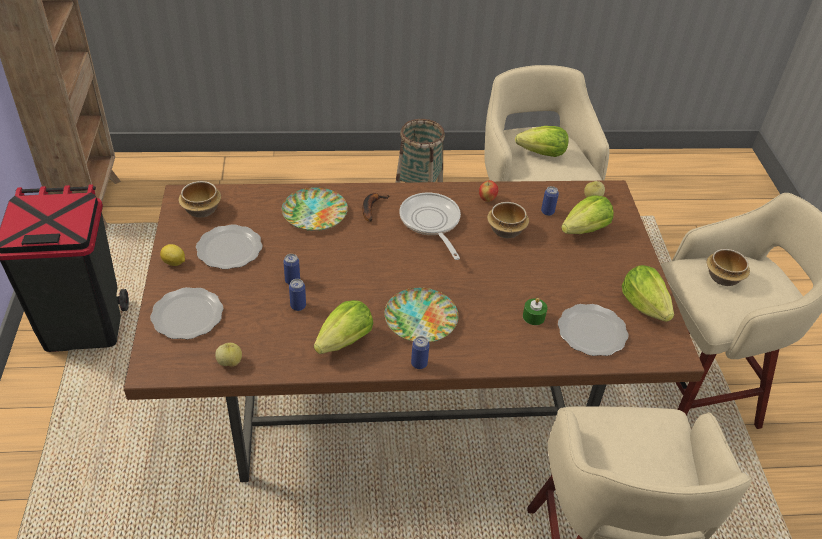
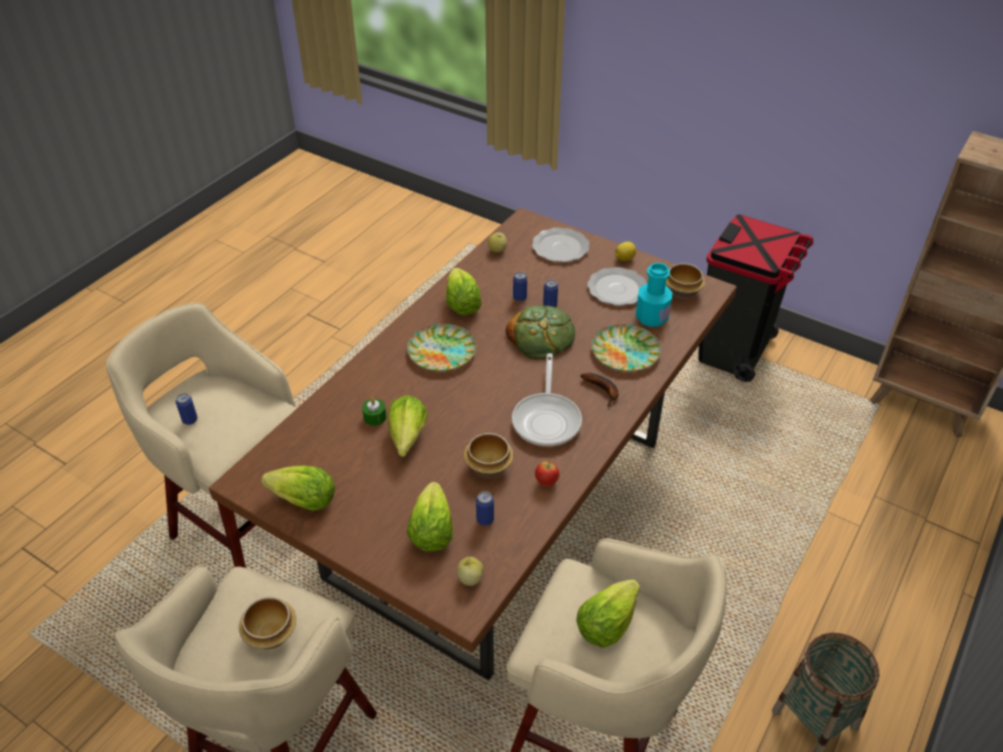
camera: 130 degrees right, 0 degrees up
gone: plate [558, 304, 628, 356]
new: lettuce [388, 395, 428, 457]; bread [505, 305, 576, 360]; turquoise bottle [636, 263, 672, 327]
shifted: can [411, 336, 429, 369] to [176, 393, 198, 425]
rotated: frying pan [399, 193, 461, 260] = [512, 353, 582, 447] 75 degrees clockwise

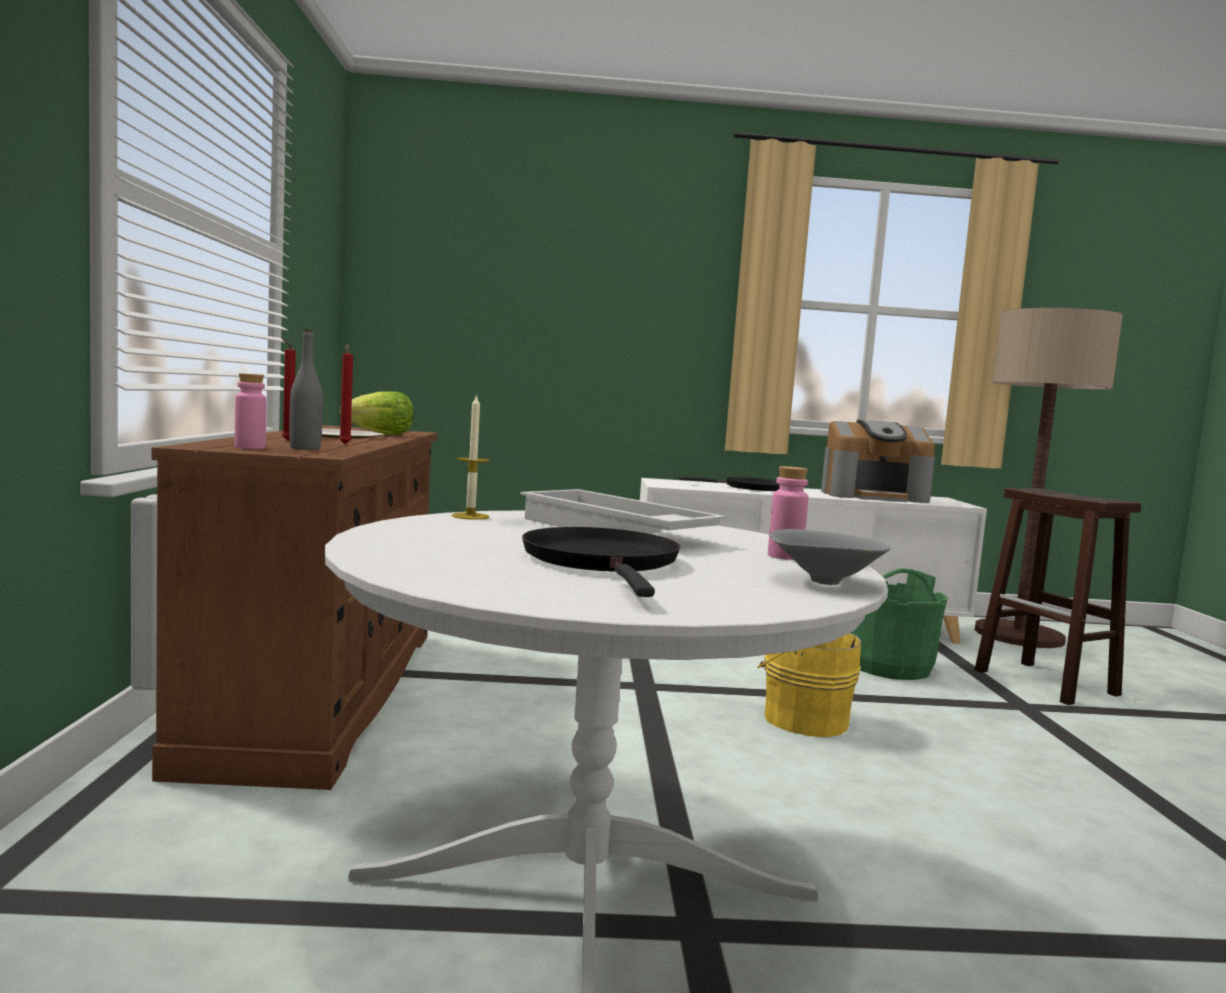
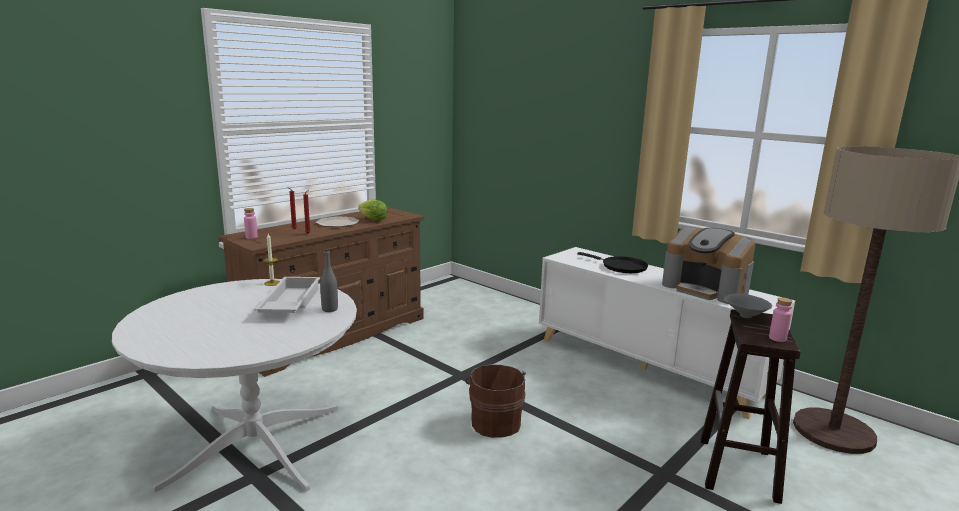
camera: 45 degrees right, 10 degrees up
gone: black frying pan [522, 527, 680, 597]; green bucket [851, 568, 948, 680]
shifted: grey bottle [289, 329, 323, 450] to [320, 249, 338, 312]; grey bowl [770, 529, 891, 585] to [724, 294, 772, 318]; pink bottle [768, 466, 808, 560] to [769, 297, 792, 342]
repainted: yellow bucket [757, 633, 861, 737] to brown bucket [466, 364, 526, 438]

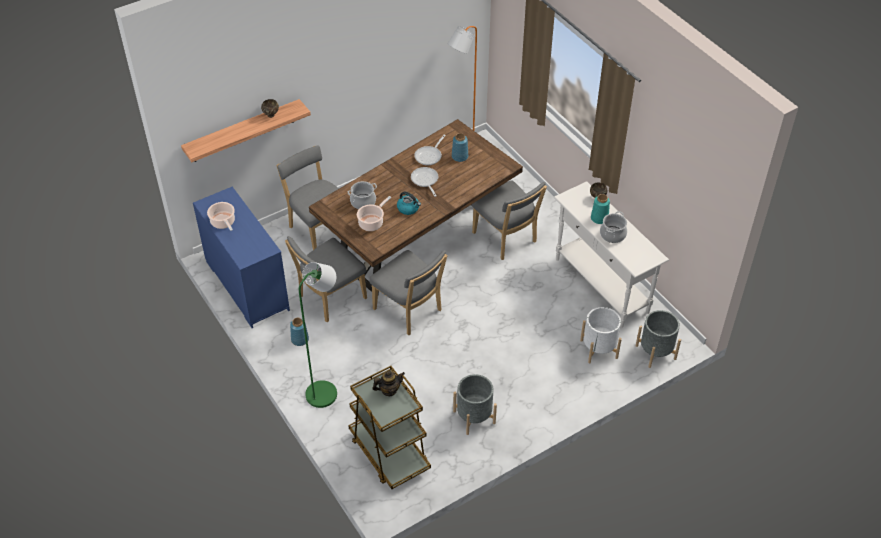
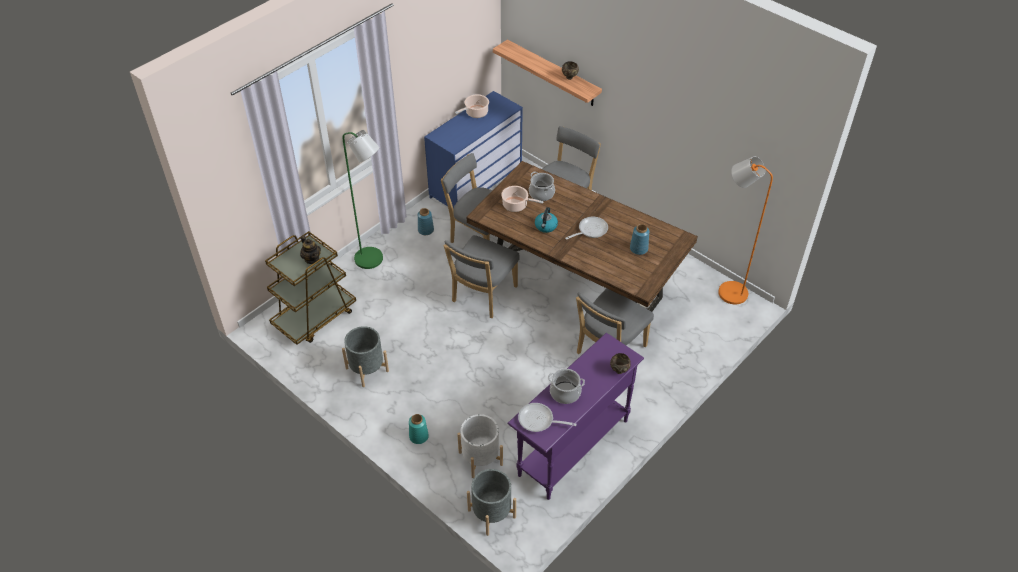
camera: 75 degrees right, 0 degrees up
shifted: turquoise vase [591, 194, 610, 224] to [409, 414, 429, 444]; frying pan [414, 135, 446, 165] to [518, 403, 577, 432]
repainted: white console table [554, 181, 669, 328] to purple console table [507, 333, 644, 500]

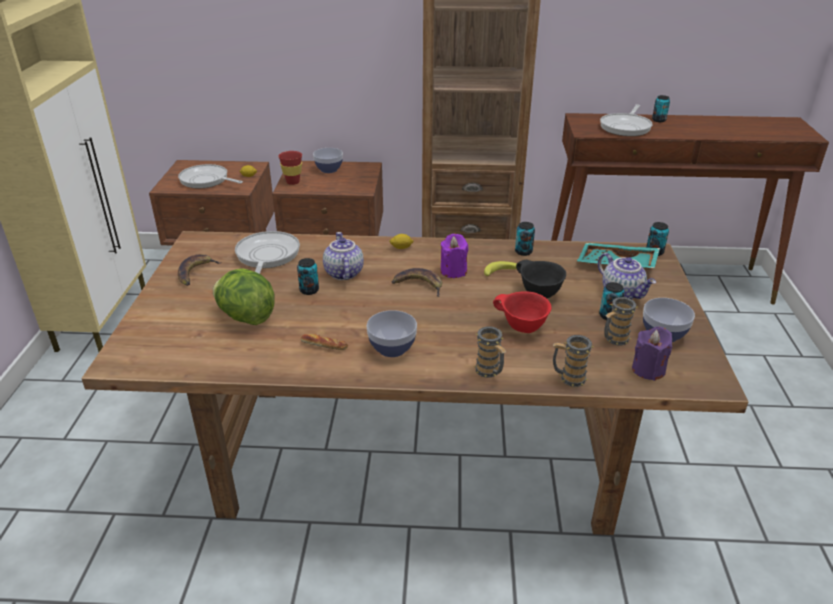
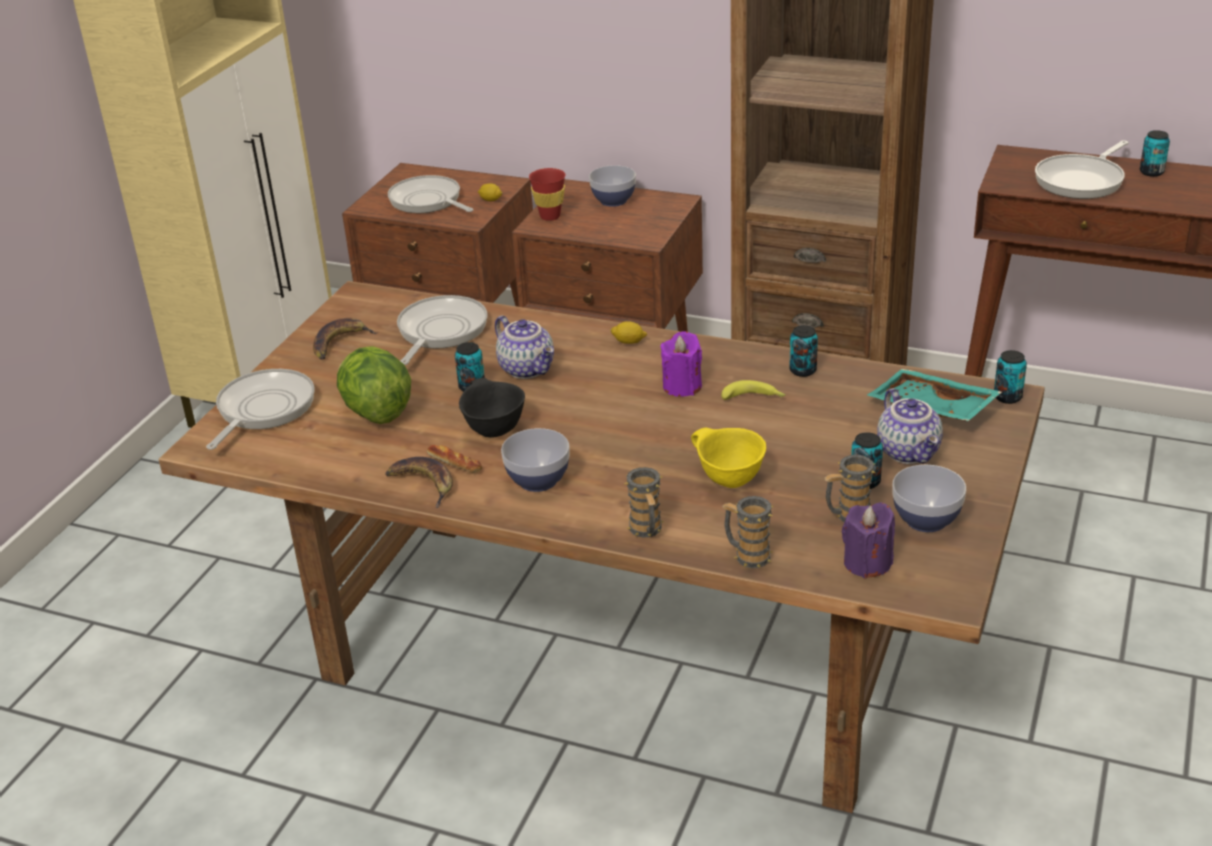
camera: 20 degrees right, 0 degrees up
new: frying pan [206, 369, 315, 450]
shifted: banana [392, 268, 442, 297] to [385, 457, 453, 508]; black bowl [516, 260, 566, 298] to [459, 378, 525, 438]
repainted: red bowl [493, 291, 551, 333] to yellow bowl [691, 427, 766, 488]
rotated: teapot [323, 232, 364, 280] = [495, 316, 554, 379] 135 degrees clockwise

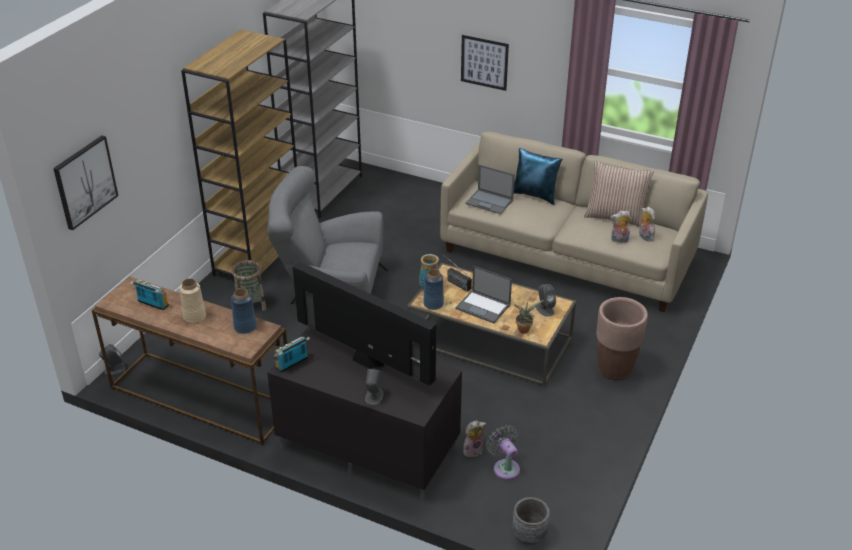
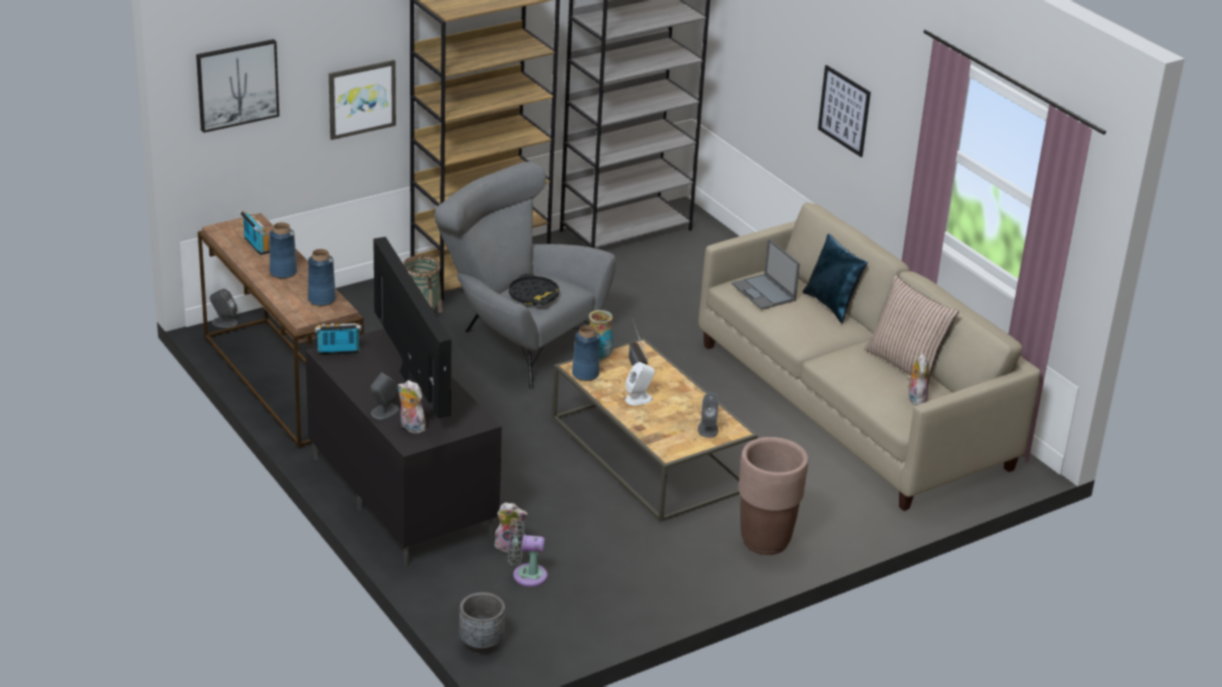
camera: 30 degrees right, 5 degrees down
gone: potted plant [514, 300, 544, 334]
new: picture [329, 60, 396, 140]; black tray [509, 274, 559, 305]
shifted: plush toy [611, 211, 631, 243] to [397, 380, 427, 434]
swapped: laptop [456, 266, 512, 324] to white speaker [625, 362, 655, 405]
repainted: beige vase [179, 278, 206, 324] to blue vase [269, 222, 297, 278]
rotated: grey fan [486, 425, 520, 480] = [508, 519, 548, 587] 90 degrees counterclockwise

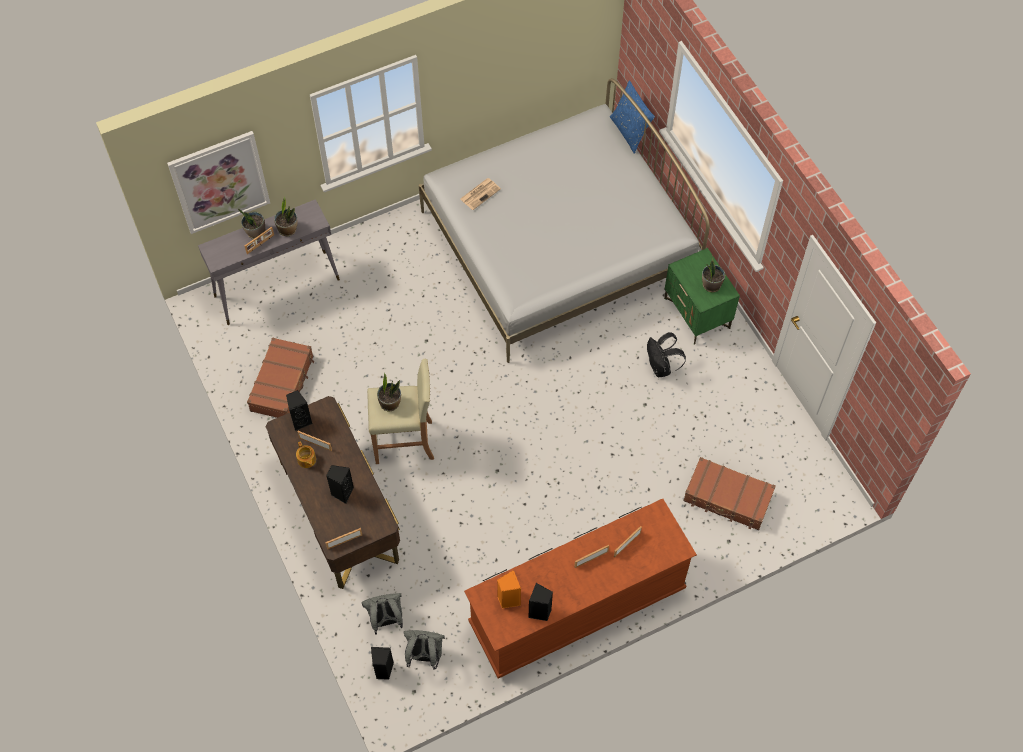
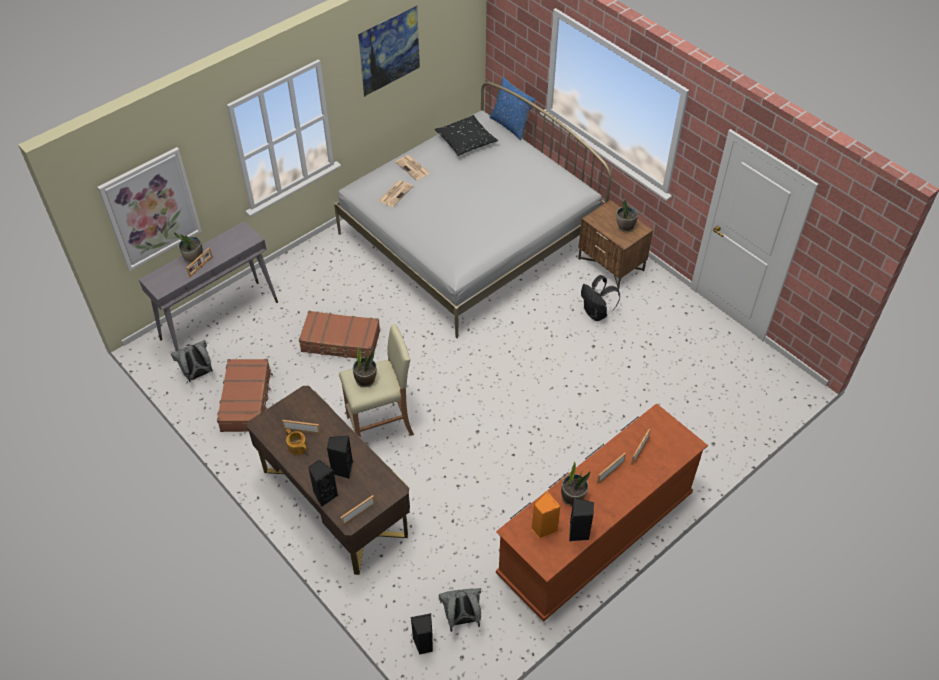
camera: 15 degrees left, 10 degrees down
new: picture [358, 6, 420, 97]; newspaper [395, 155, 430, 180]; black pillow [434, 115, 498, 156]
shifted: grey backpack [362, 593, 403, 635] to [171, 340, 213, 382]; brown suitcase [683, 457, 776, 530] to [299, 311, 380, 358]; black speaker [286, 390, 313, 431] to [308, 460, 338, 507]; potted plant [274, 196, 297, 236] to [561, 461, 590, 506]
repainted: green nightstand [664, 248, 740, 345] to brown nightstand [578, 200, 653, 289]

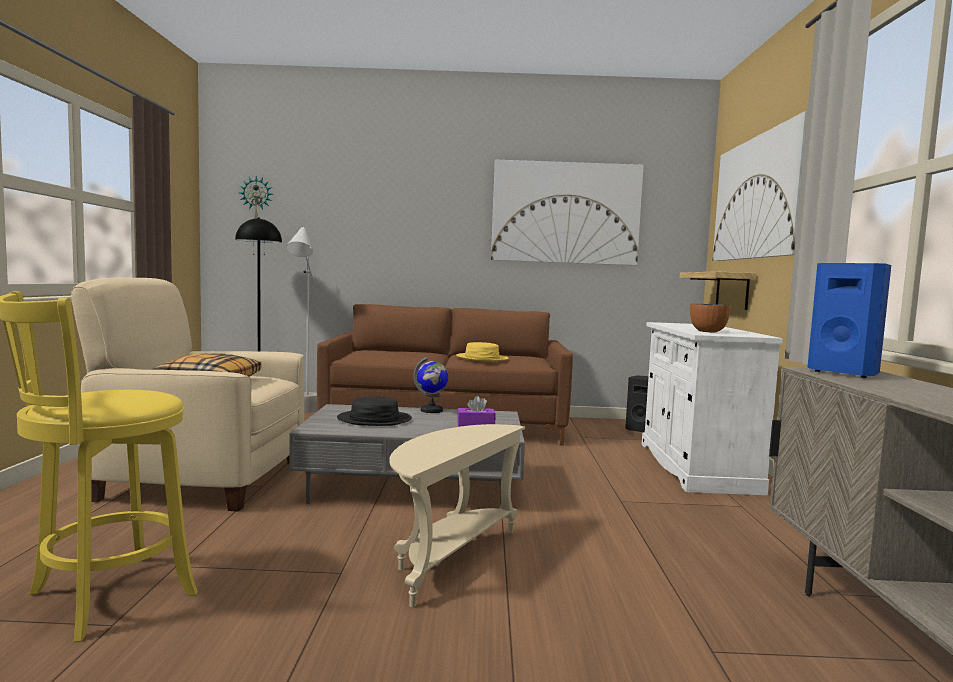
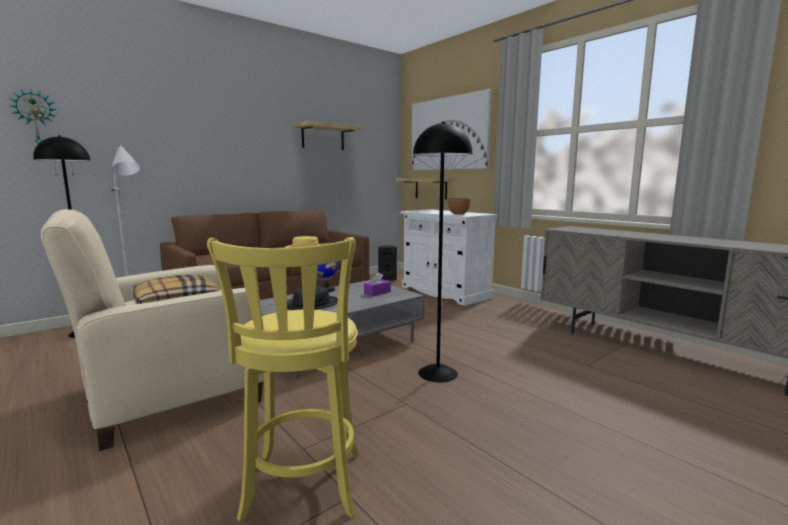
camera: 40 degrees left, 5 degrees up
gone: blue speaker [807, 263, 891, 378]
swapped: picture [491, 160, 644, 265] to shelf [294, 121, 363, 150]; beige side table [389, 424, 525, 607] to black floor lamp [413, 122, 472, 383]

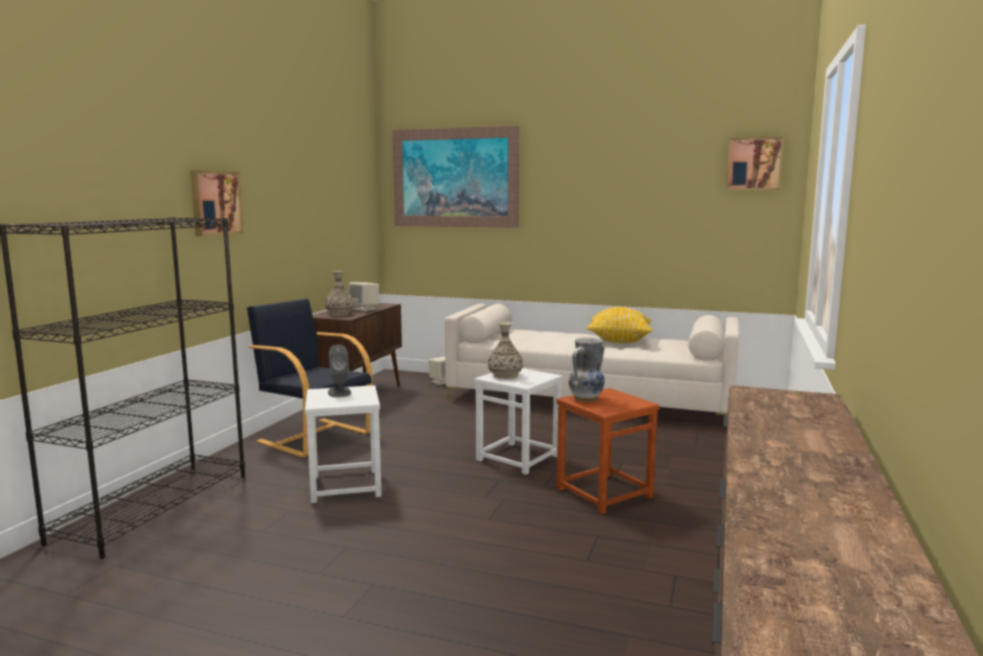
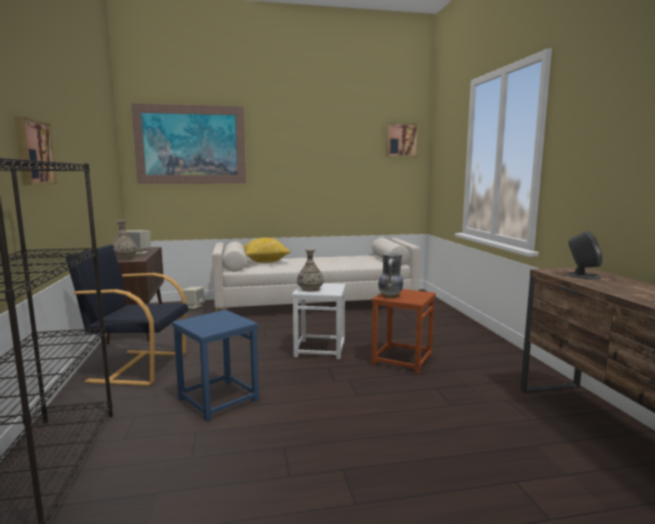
camera: 30 degrees left, 0 degrees up
shifted: yellow pillow [587, 307, 652, 343] to [243, 238, 290, 263]; grey speaker [328, 345, 351, 397] to [566, 231, 603, 280]
repainted: white stool [305, 385, 382, 503] to blue stool [172, 310, 259, 421]

